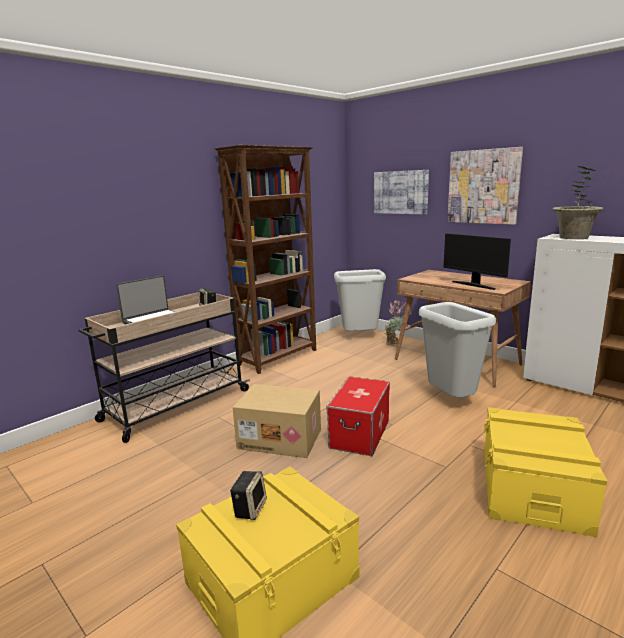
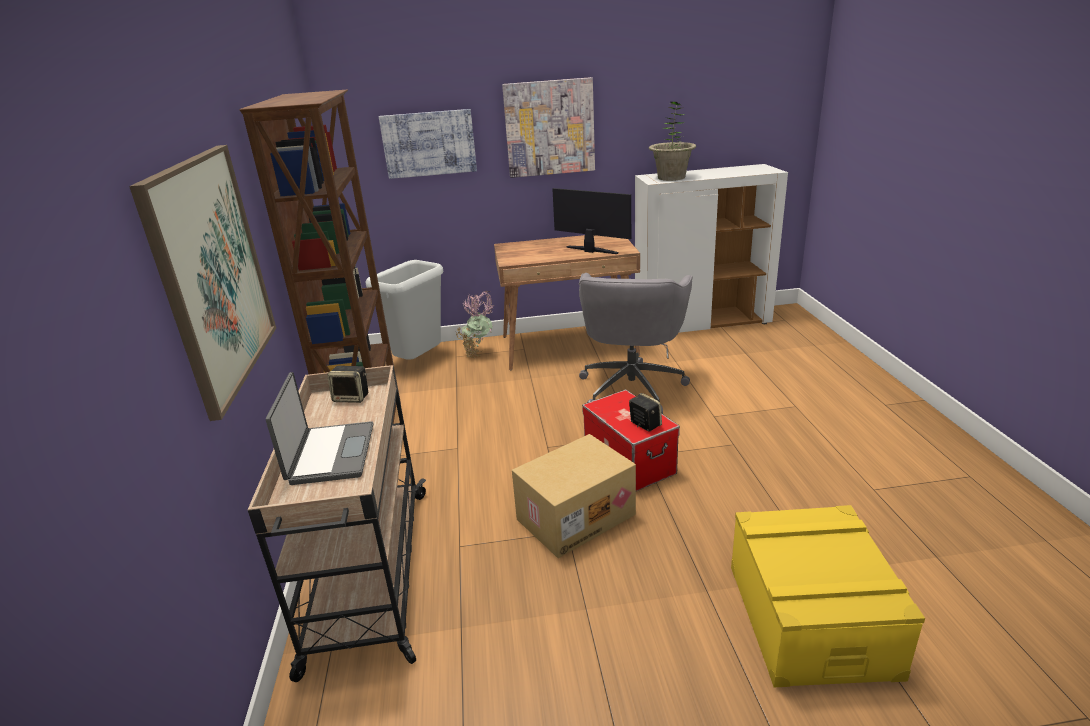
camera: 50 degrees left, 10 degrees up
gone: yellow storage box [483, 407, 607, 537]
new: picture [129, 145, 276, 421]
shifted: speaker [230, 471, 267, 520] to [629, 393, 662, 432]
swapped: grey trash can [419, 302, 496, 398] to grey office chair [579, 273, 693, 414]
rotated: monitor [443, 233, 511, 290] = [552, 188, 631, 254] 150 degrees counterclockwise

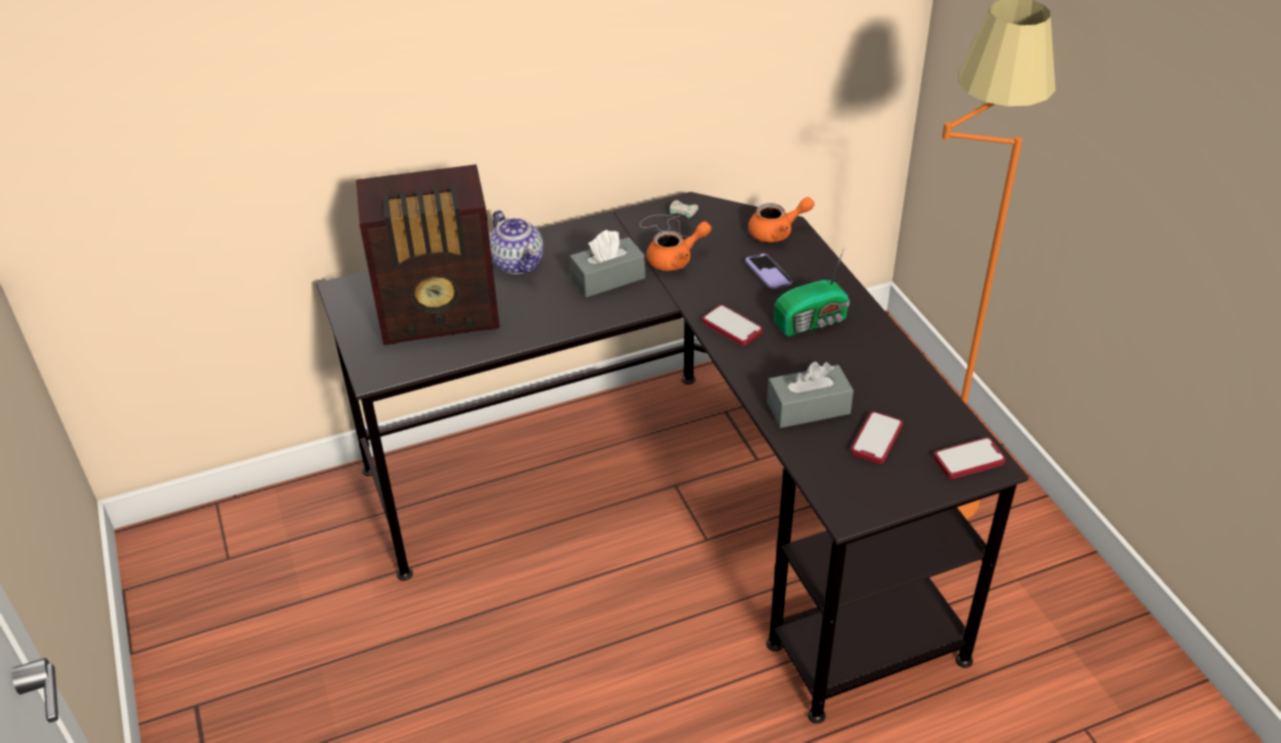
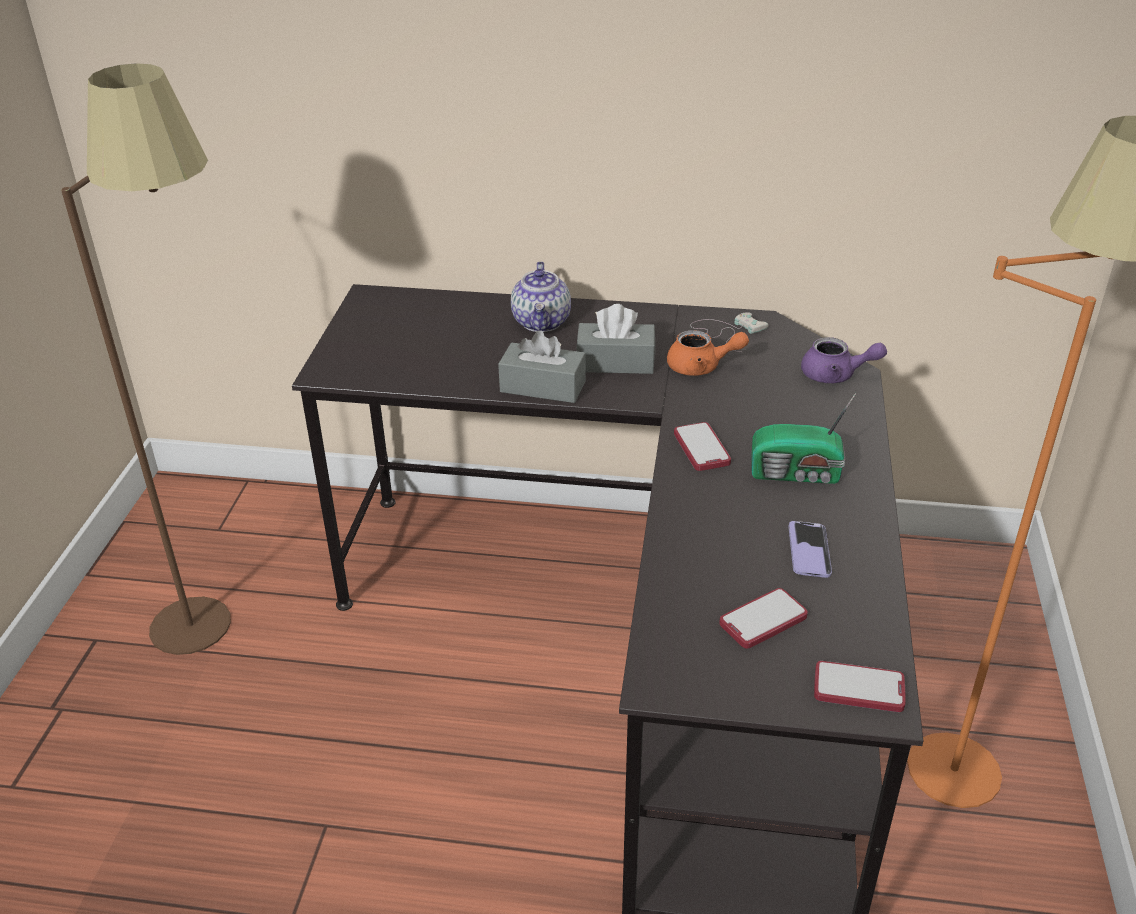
camera: 30 degrees right, 5 degrees down
gone: radio [356, 164, 500, 345]
new: brown floor lamp [61, 63, 231, 655]
shifted: grey tissue box [767, 362, 854, 428] to [498, 330, 586, 403]; phone [745, 254, 792, 289] to [788, 521, 832, 578]
repainted: orange teapot [748, 197, 814, 242] to purple teapot [801, 337, 887, 383]

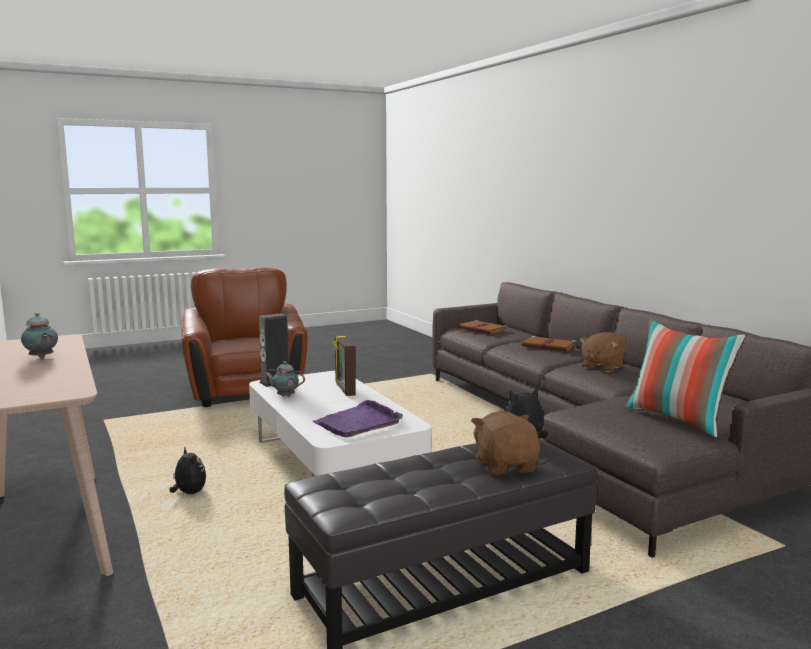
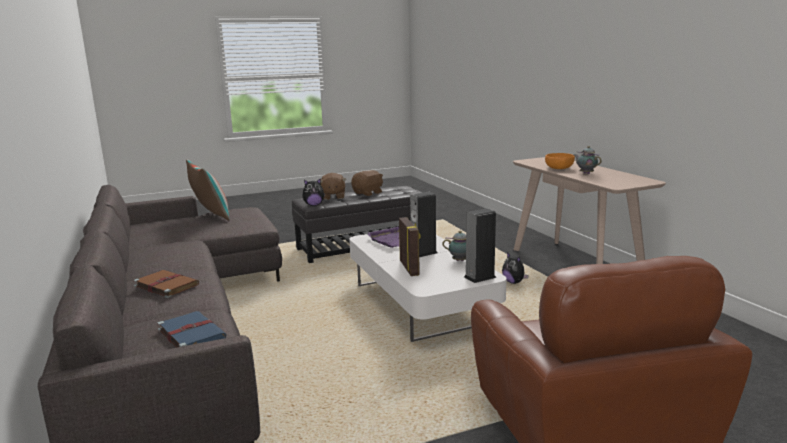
camera: 175 degrees left, 5 degrees up
new: speaker [410, 192, 438, 257]; orange bowl [545, 153, 575, 169]
shifted: brown plush toy [579, 332, 626, 372] to [351, 170, 383, 196]
repainted: brown book [459, 320, 507, 334] to blue book [158, 311, 226, 348]

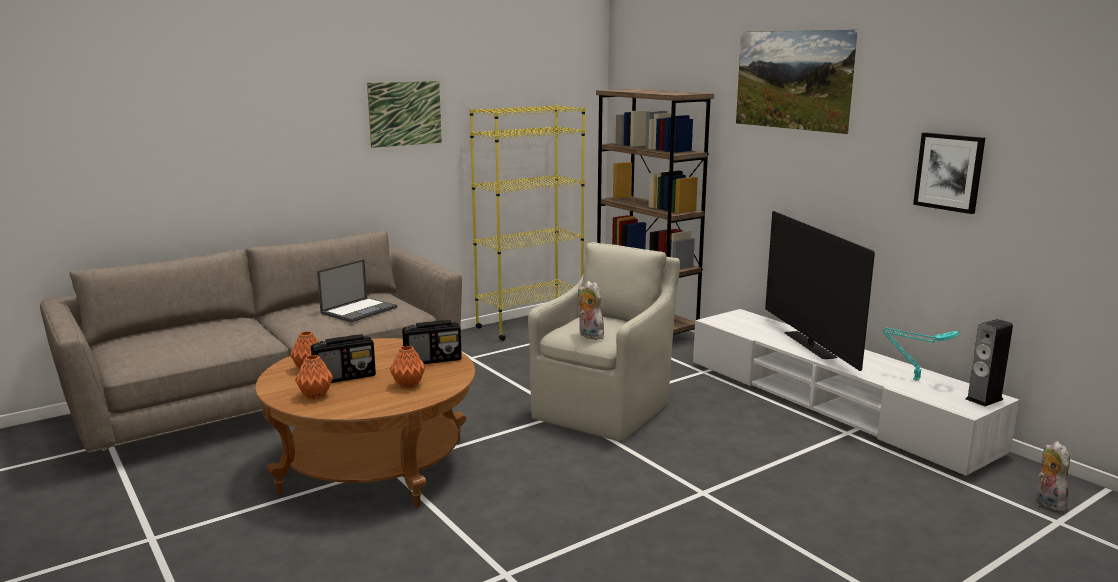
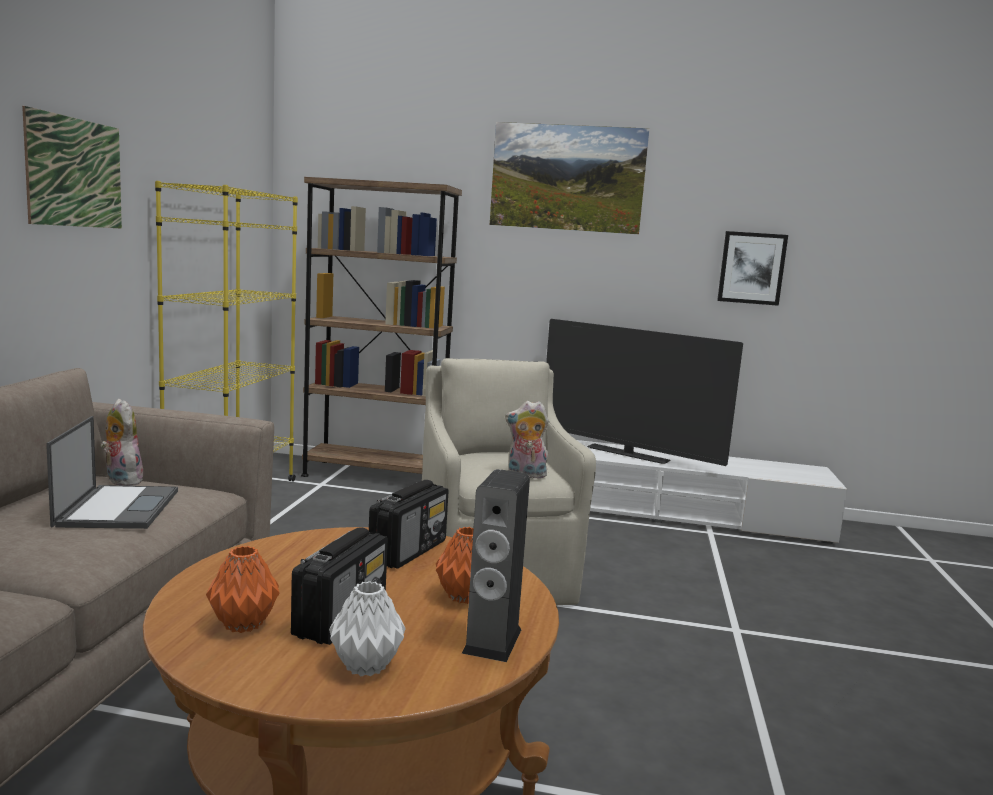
camera: 45 degrees left, 5 degrees down
gone: turquoise table lamp [883, 327, 959, 380]
shifted: plush toy [1037, 441, 1070, 512] to [100, 399, 143, 486]; speaker [965, 319, 1013, 406] to [462, 469, 530, 662]
repainted: orange vase [295, 355, 333, 399] to white vase [329, 581, 406, 676]

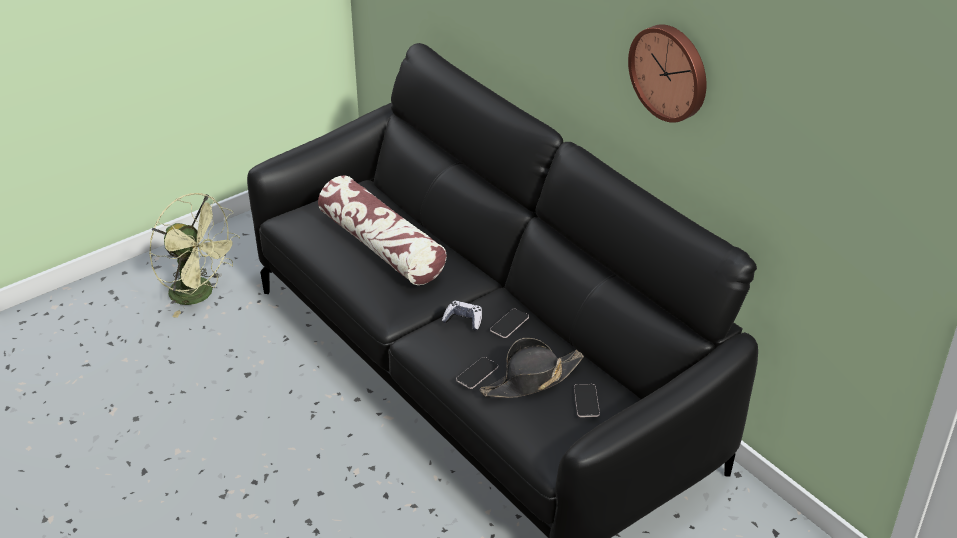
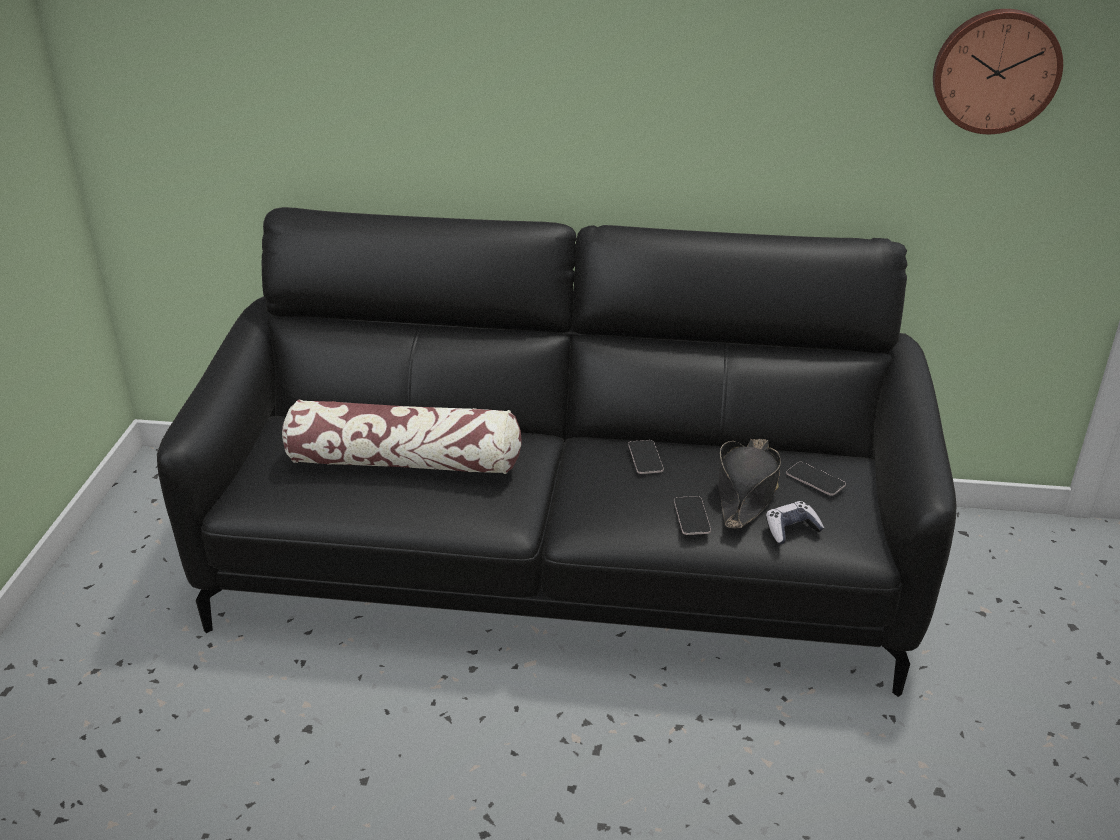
camera: 45 degrees left, 5 degrees down
gone: green fan [149, 193, 240, 318]
shifted: game controller [442, 301, 482, 331] to [766, 501, 824, 544]; wall clock [628, 24, 707, 123] to [933, 9, 1063, 134]

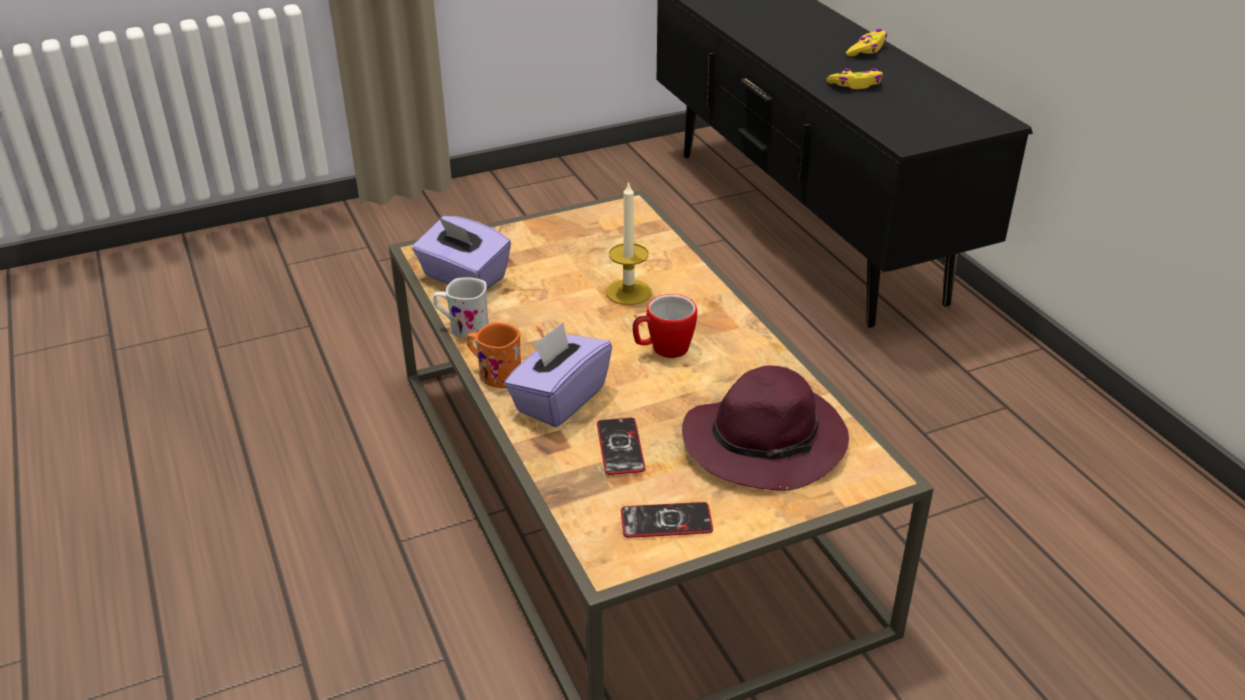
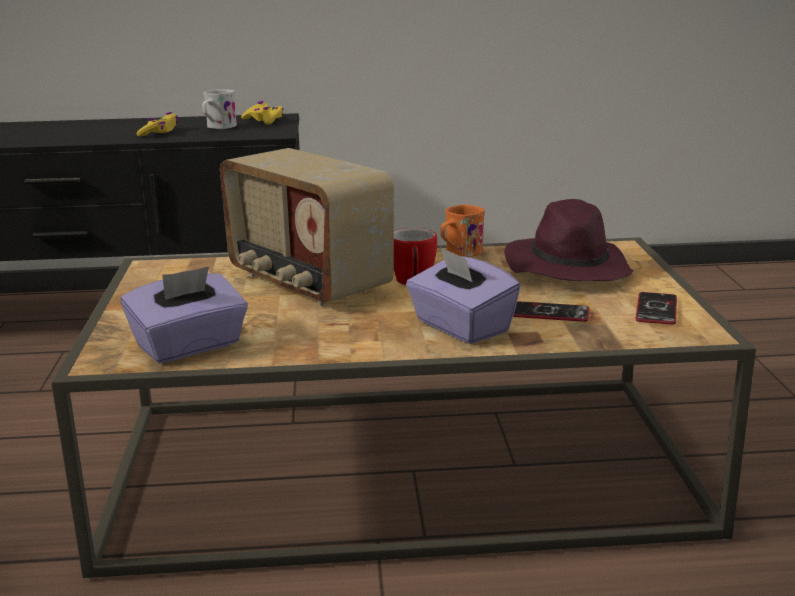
camera: 70 degrees left, 15 degrees down
shifted: white mug [433, 277, 489, 338] to [202, 89, 237, 129]; yellow game controller [846, 29, 887, 56] to [241, 101, 284, 125]; orange mug [467, 322, 521, 388] to [441, 205, 485, 257]
swapped: candle [606, 181, 652, 305] to radio [220, 148, 394, 306]

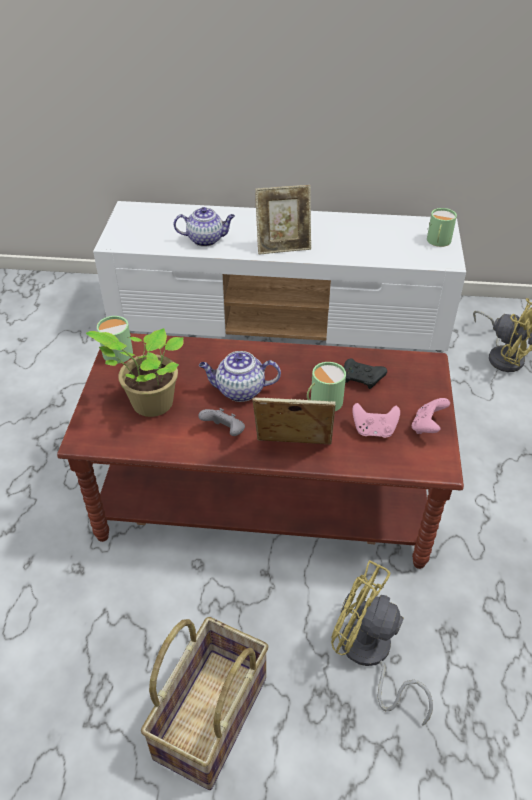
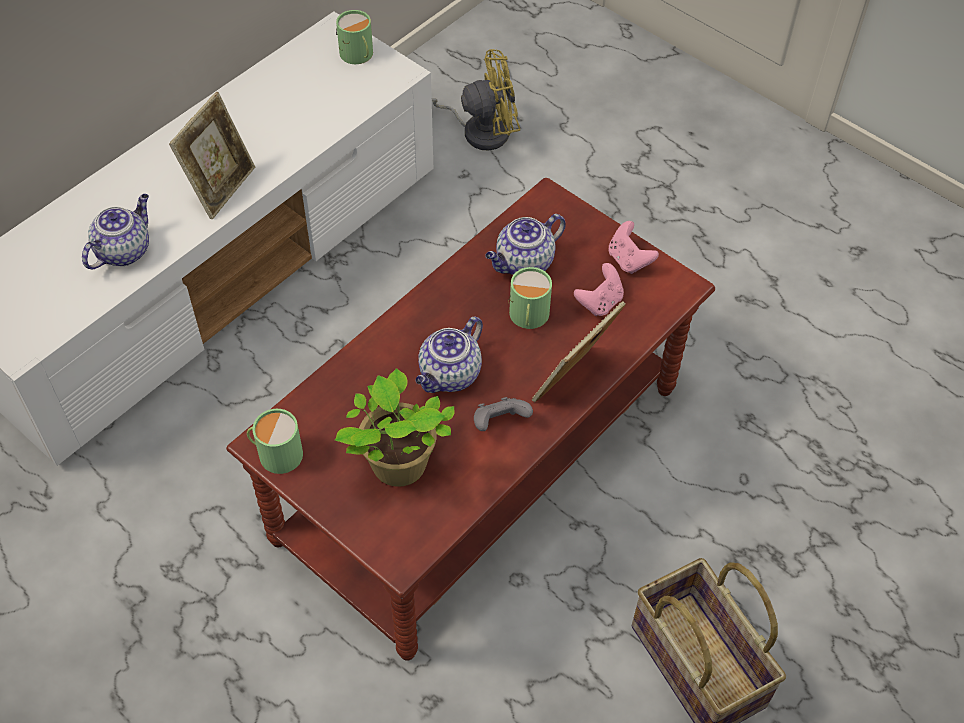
camera: 55 degrees left, 10 degrees up
gone: yellow fan [331, 560, 433, 726]
swapped: black game controller [344, 359, 387, 389] to teapot [485, 214, 566, 275]

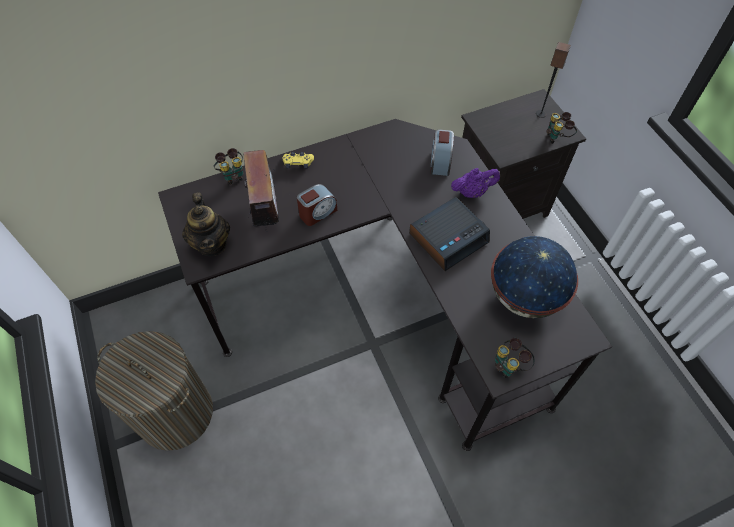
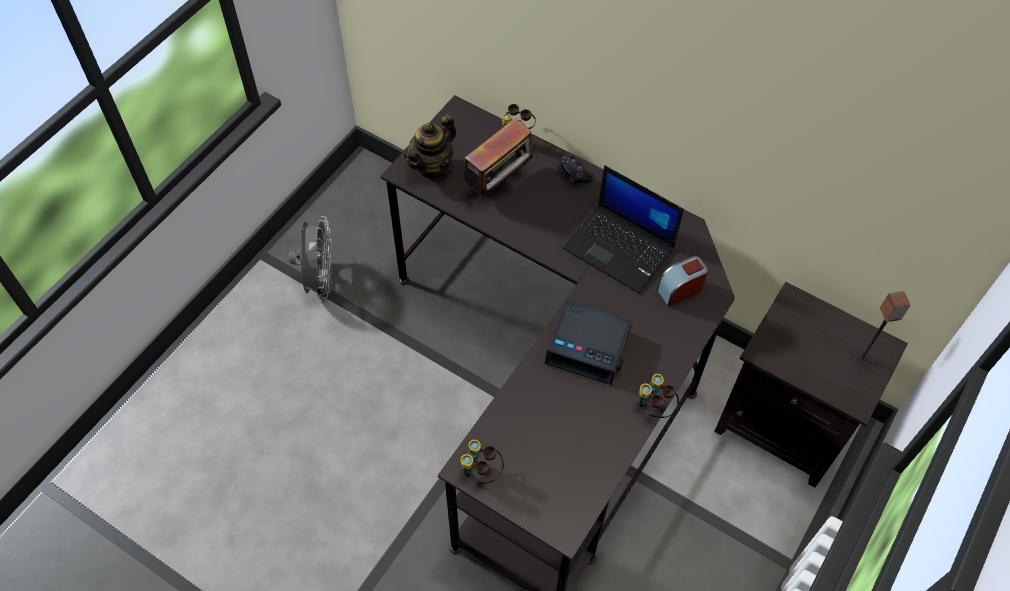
camera: 55 degrees right, 0 degrees up
gone: alarm clock [297, 184, 337, 226]; purple teapot [451, 168, 500, 198]; globe [491, 236, 578, 318]
new: laptop [563, 165, 684, 294]
shifted: binoculars [546, 112, 577, 144] to [638, 374, 679, 418]
swapped: laundry basket [95, 331, 213, 451] to grey fan [289, 216, 333, 298]
repainted: yellow game controller [282, 152, 314, 169] to black game controller [558, 156, 593, 185]

